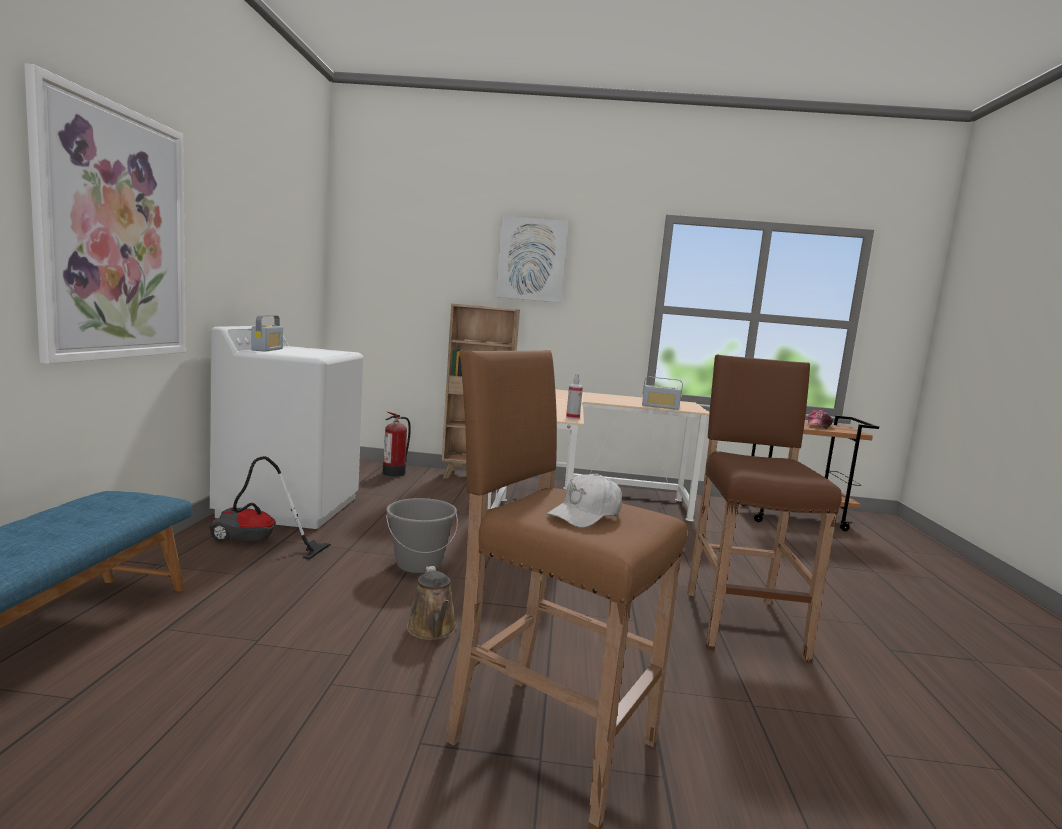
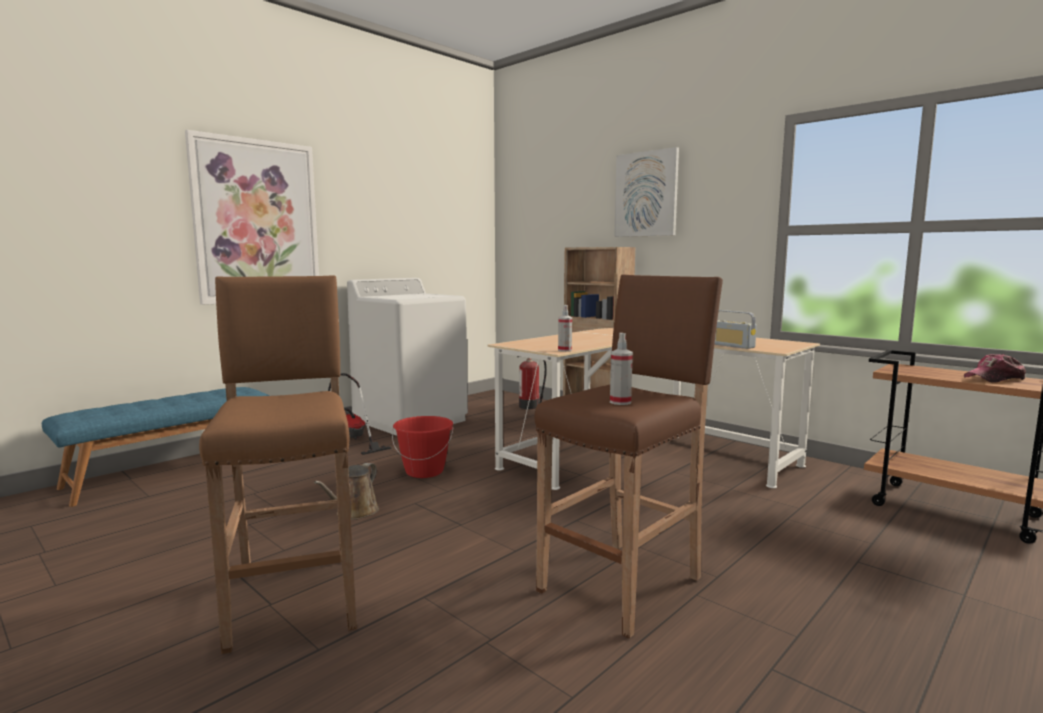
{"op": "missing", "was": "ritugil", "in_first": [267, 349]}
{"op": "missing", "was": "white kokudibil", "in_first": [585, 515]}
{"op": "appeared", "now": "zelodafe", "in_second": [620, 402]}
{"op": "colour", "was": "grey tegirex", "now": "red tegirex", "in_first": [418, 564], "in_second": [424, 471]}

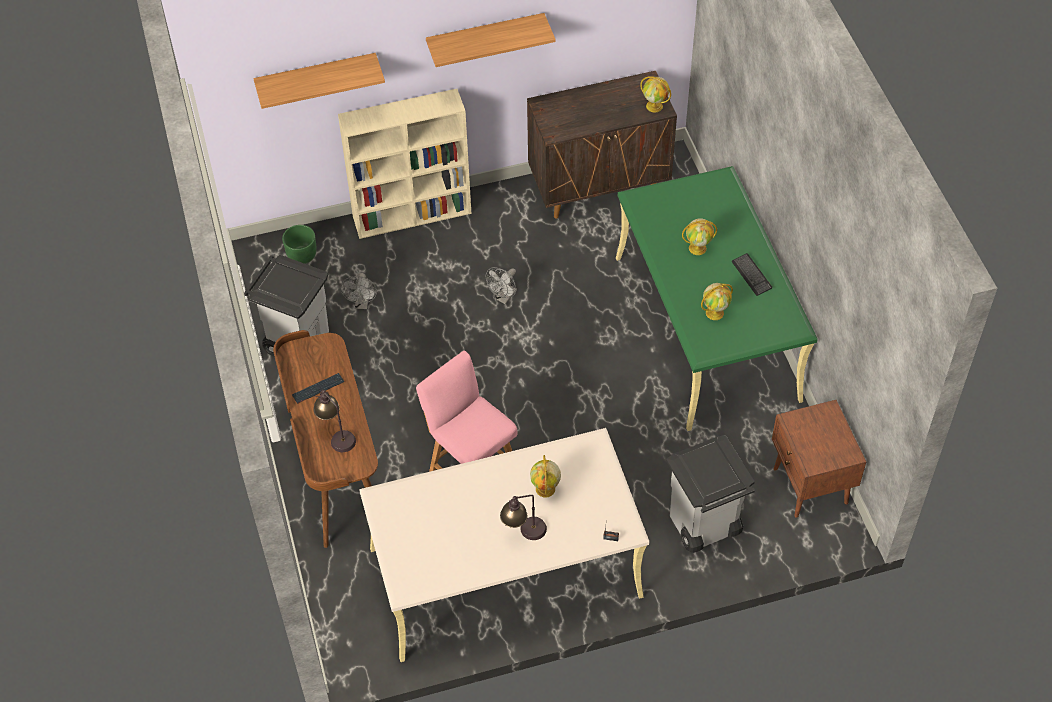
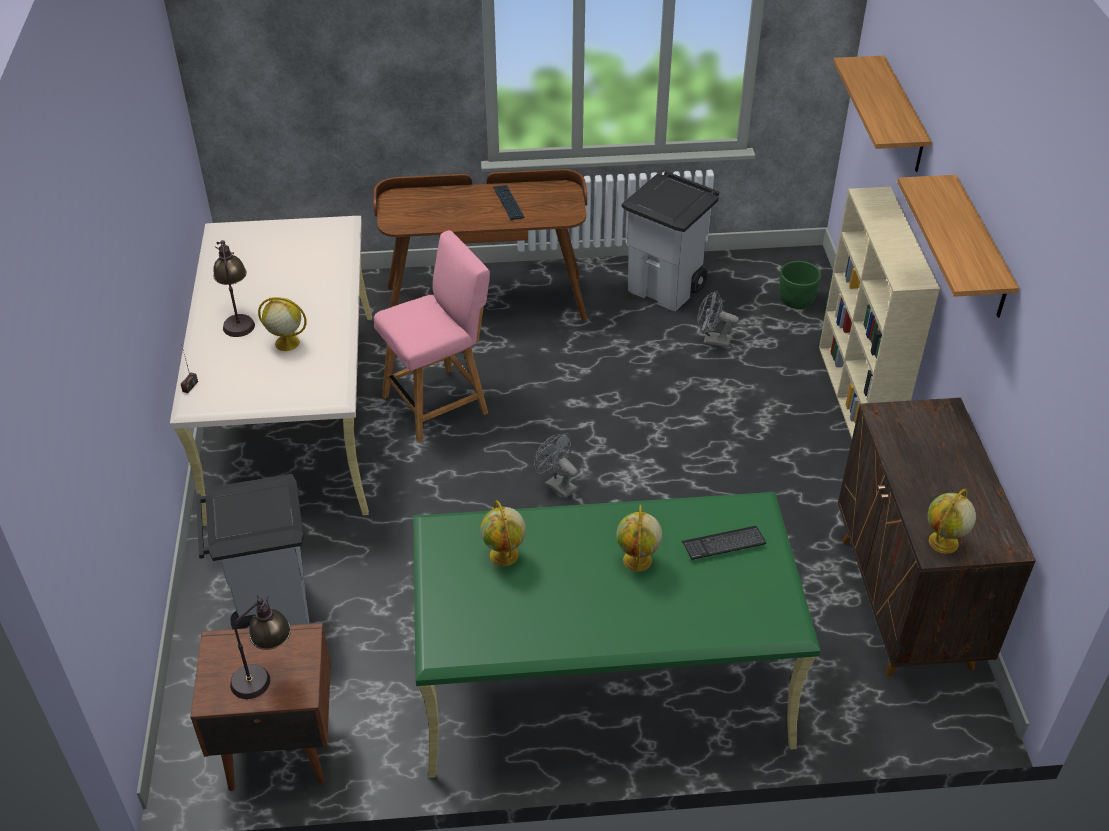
{"op": "relocated", "was": "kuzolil", "in_first": [336, 436], "in_second": [264, 675]}
{"op": "relocated", "was": "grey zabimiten", "in_first": [504, 298], "in_second": [556, 484]}
{"op": "relocated", "was": "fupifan", "in_first": [751, 275], "in_second": [723, 544]}

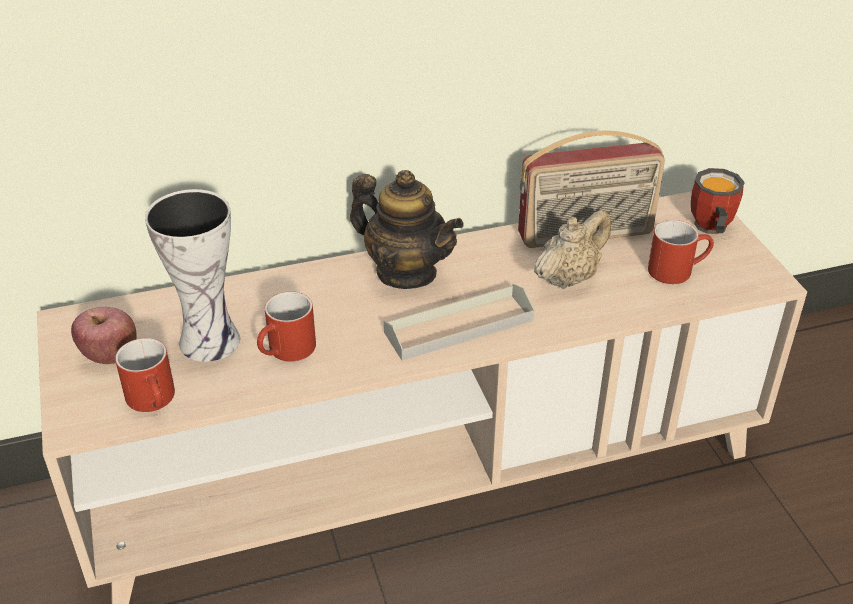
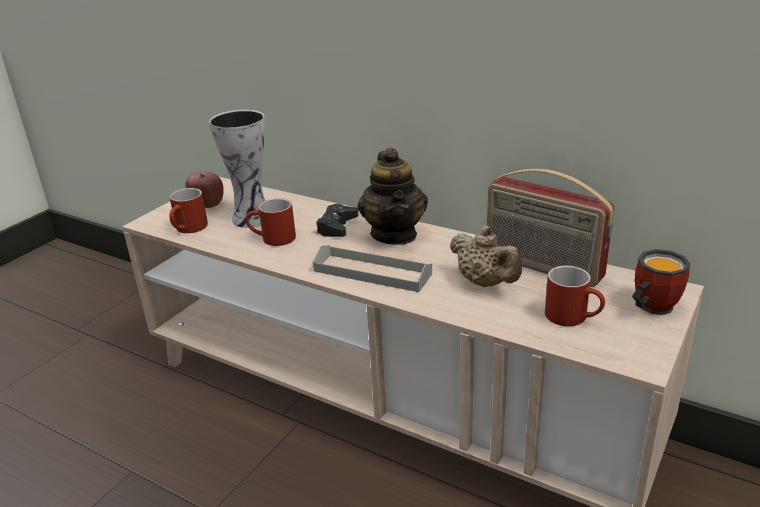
{"op": "appeared", "now": "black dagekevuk", "in_second": [337, 227]}
{"op": "spun", "was": "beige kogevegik", "in_first": [569, 278], "in_second": [485, 283], "clockwise": 45}

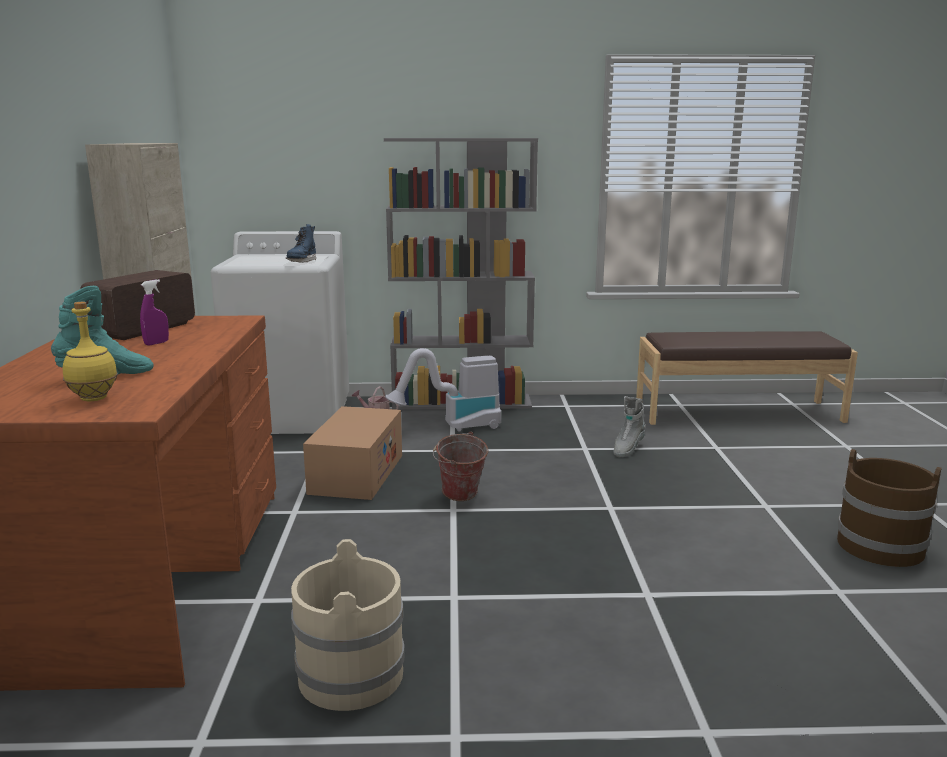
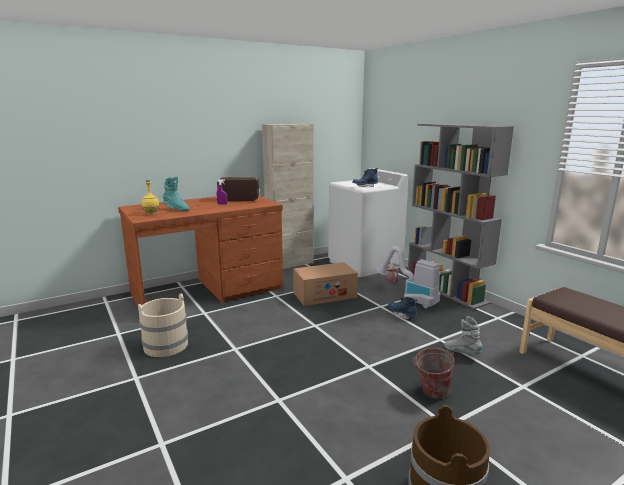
{"op": "appeared", "now": "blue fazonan", "in_second": [401, 315]}
{"op": "relocated", "was": "tegirex", "in_first": [460, 498], "in_second": [431, 393]}
{"op": "spun", "was": "grey fazonan", "in_first": [627, 449], "in_second": [462, 353], "clockwise": 45}

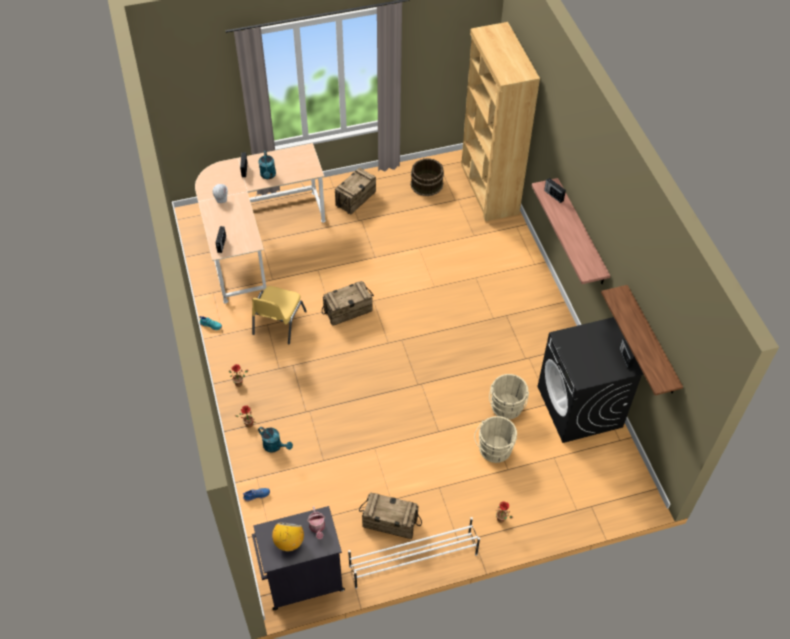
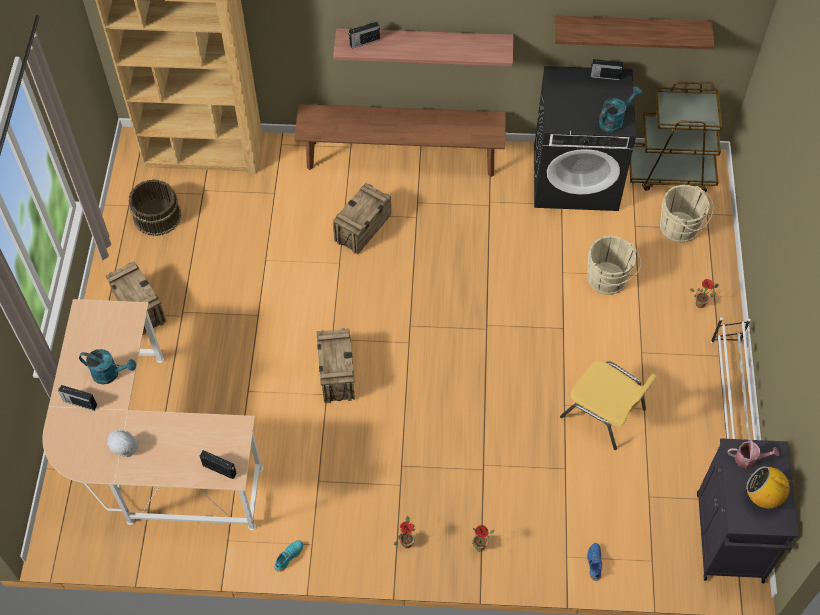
{"op": "appeared", "now": "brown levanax", "in_second": [401, 158]}
{"op": "appeared", "now": "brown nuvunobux", "in_second": [671, 171]}
{"op": "relocated", "was": "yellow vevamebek", "in_first": [278, 323], "in_second": [604, 413]}
{"op": "relocated", "was": "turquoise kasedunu", "in_first": [275, 446], "in_second": [614, 120]}
{"op": "relocated", "was": "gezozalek", "in_first": [390, 523], "in_second": [363, 228]}
{"op": "relocated", "was": "beige tegirex", "in_first": [506, 408], "in_second": [681, 229]}

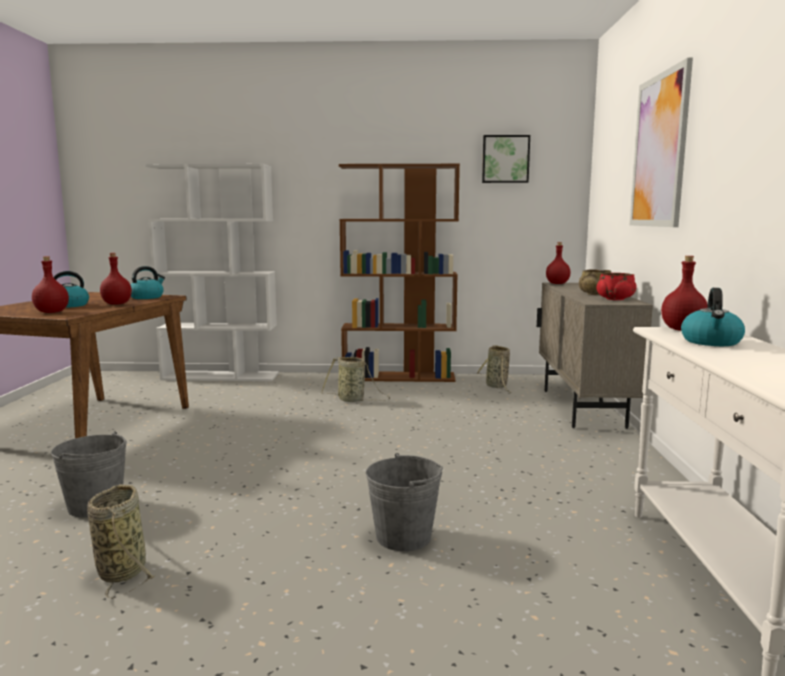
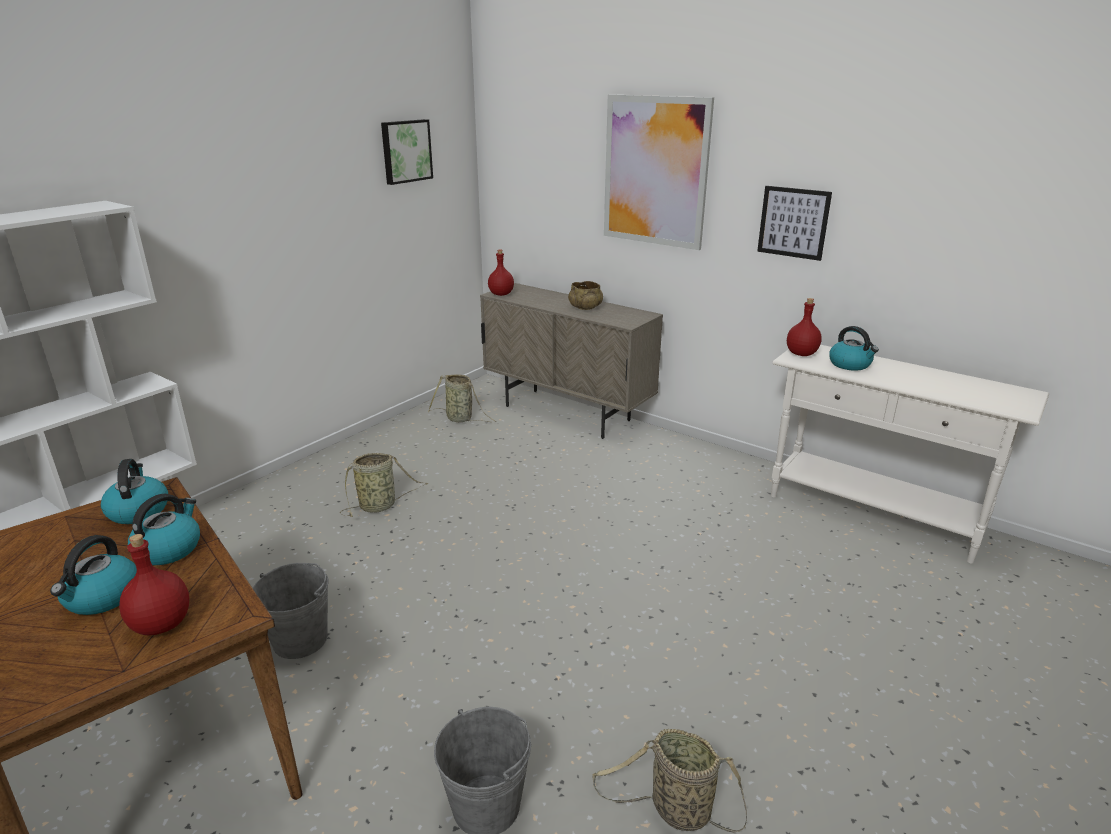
{"op": "missing", "was": "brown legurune", "in_first": [399, 377]}
{"op": "missing", "was": "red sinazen", "in_first": [615, 299]}
{"op": "appeared", "now": "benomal", "in_second": [793, 222]}
{"op": "relocated", "was": "grey tegirex", "in_first": [403, 537], "in_second": [300, 639]}
{"op": "exchanged", "was": "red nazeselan", "now": "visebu", "in_first": [116, 304], "in_second": [169, 549]}

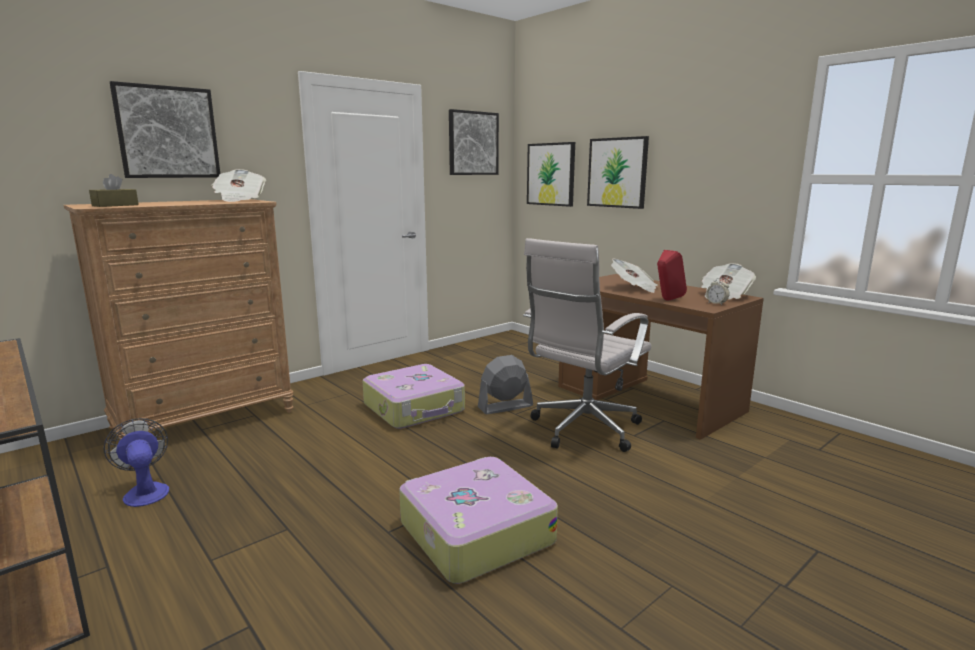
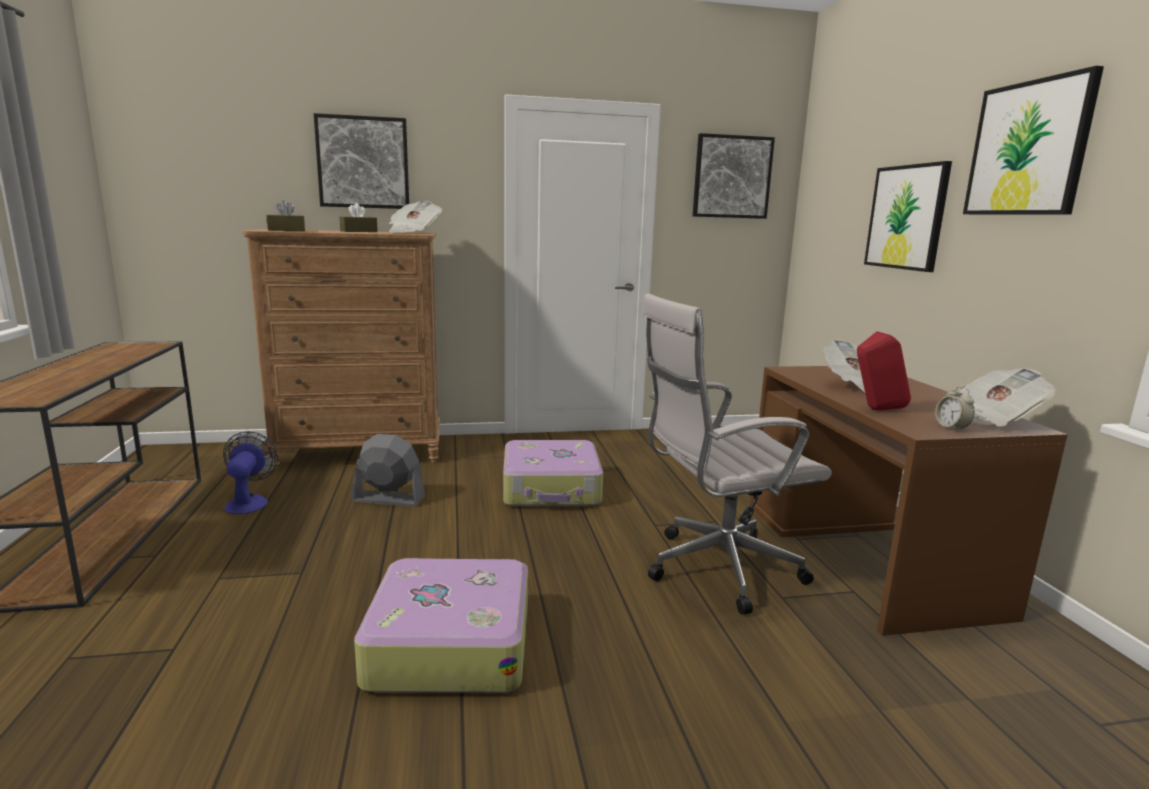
{"op": "appeared", "now": "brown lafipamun", "in_second": [359, 231]}
{"op": "relocated", "was": "grey zabimiten", "in_first": [505, 407], "in_second": [388, 499]}
{"op": "relocated", "was": "benomal", "in_first": [551, 174], "in_second": [1028, 148]}

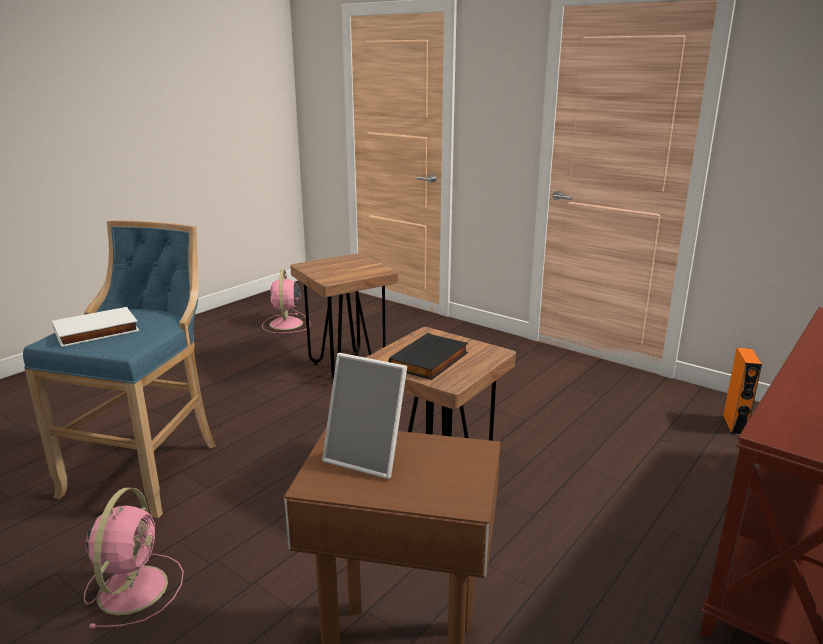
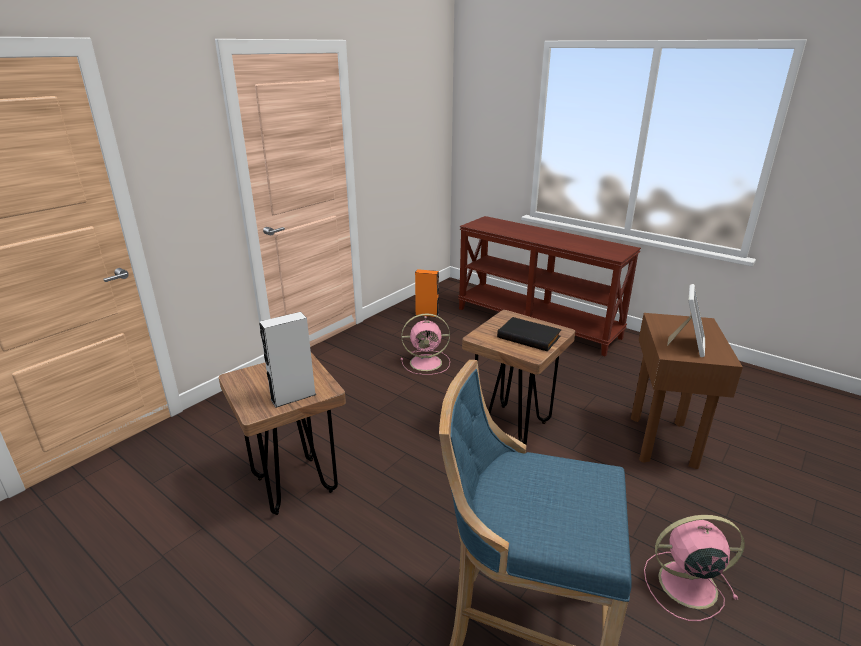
{"op": "missing", "was": "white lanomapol", "in_first": [96, 332]}
{"op": "appeared", "now": "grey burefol", "in_second": [293, 397]}
{"op": "relocated", "was": "pink zabimiten", "in_first": [286, 324], "in_second": [427, 362]}

